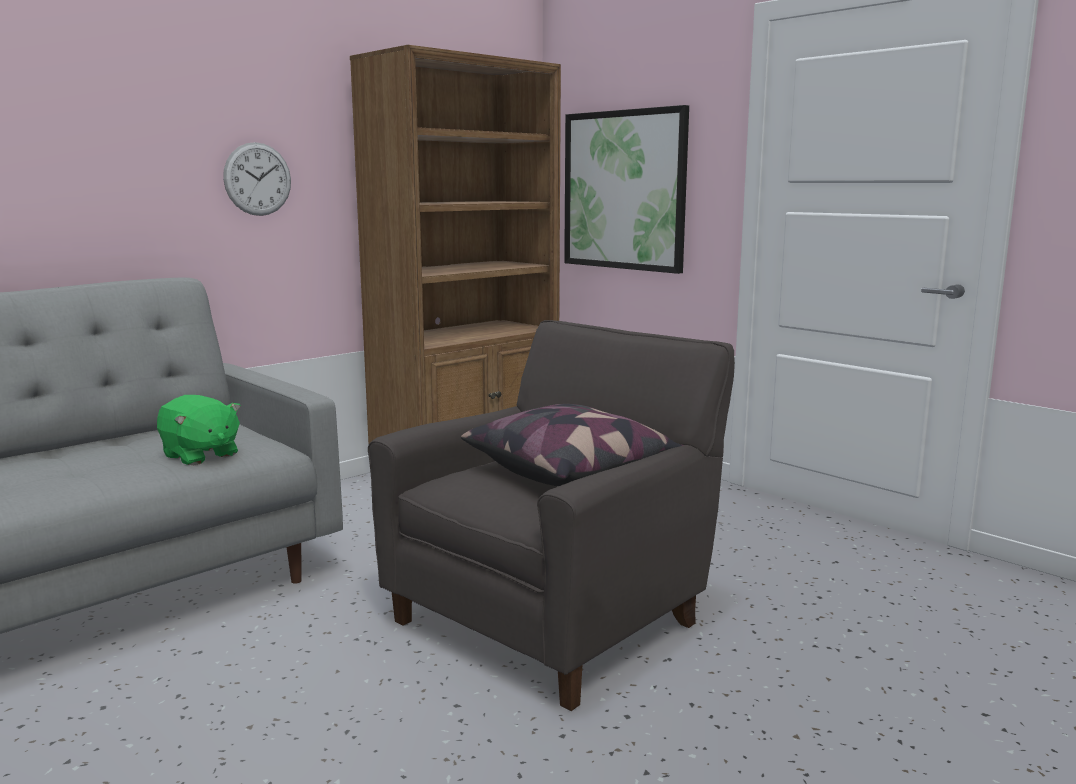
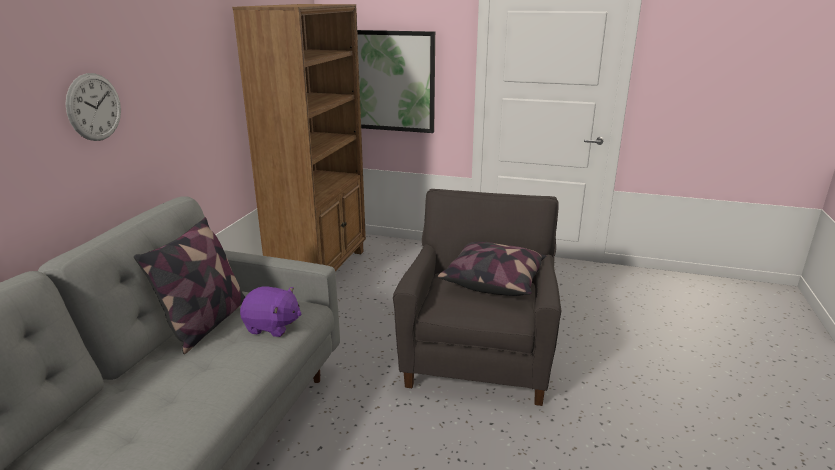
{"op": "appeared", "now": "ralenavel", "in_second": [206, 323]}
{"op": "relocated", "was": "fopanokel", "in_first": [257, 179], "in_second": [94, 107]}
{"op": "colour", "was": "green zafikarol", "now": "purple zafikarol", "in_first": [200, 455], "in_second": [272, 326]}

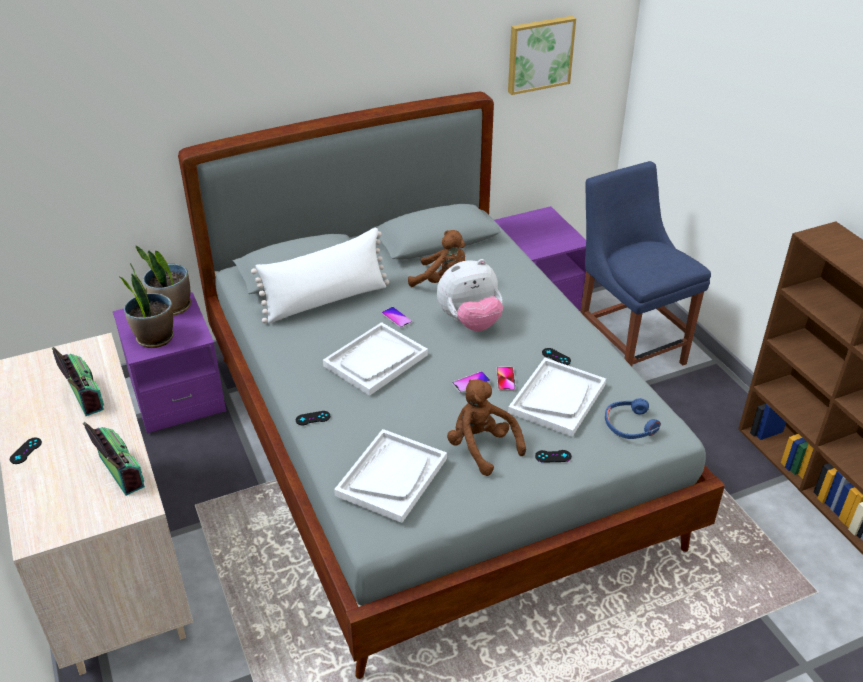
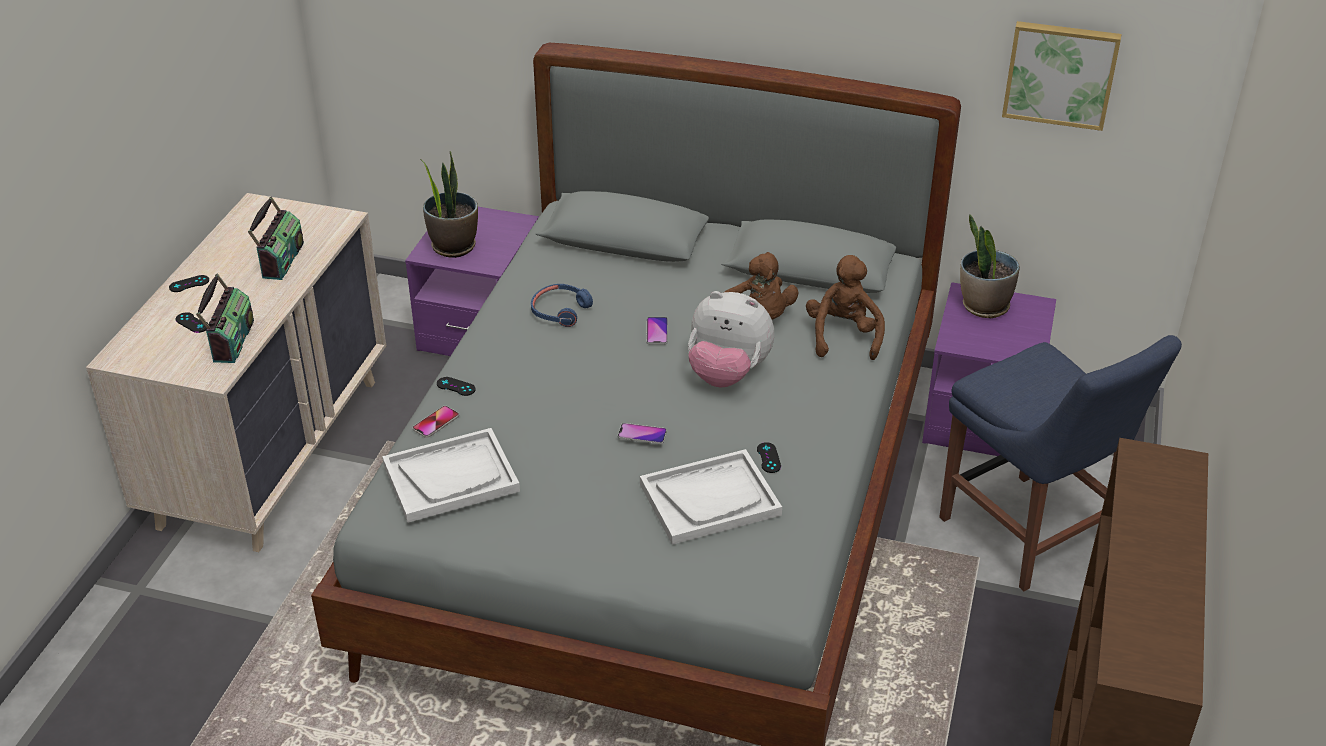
{"op": "missing", "was": "white ralenavel", "in_first": [326, 301]}
{"op": "missing", "was": "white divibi", "in_first": [375, 361]}
{"op": "relocated", "was": "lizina", "in_first": [172, 307], "in_second": [983, 306]}
{"op": "relocated", "was": "brown zafikarol", "in_first": [481, 447], "in_second": [843, 336]}
{"op": "relocated", "was": "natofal", "in_first": [505, 379], "in_second": [436, 422]}
{"op": "relocated", "was": "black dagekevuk", "in_first": [553, 456], "in_second": [192, 323]}
{"op": "relocated", "was": "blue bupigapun", "in_first": [629, 425], "in_second": [560, 311]}
{"op": "spun", "was": "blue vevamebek", "in_first": [627, 349], "in_second": [1029, 537], "clockwise": 135}

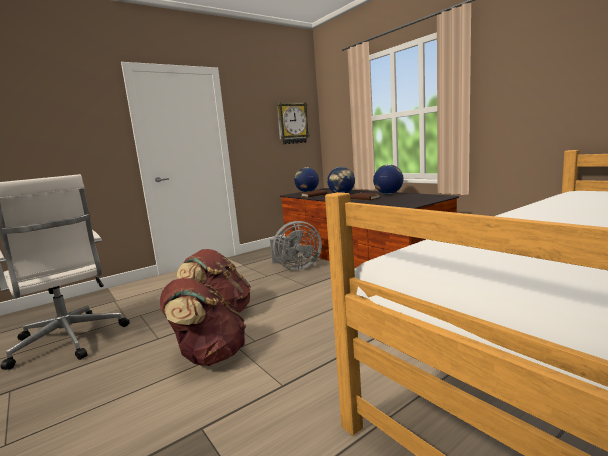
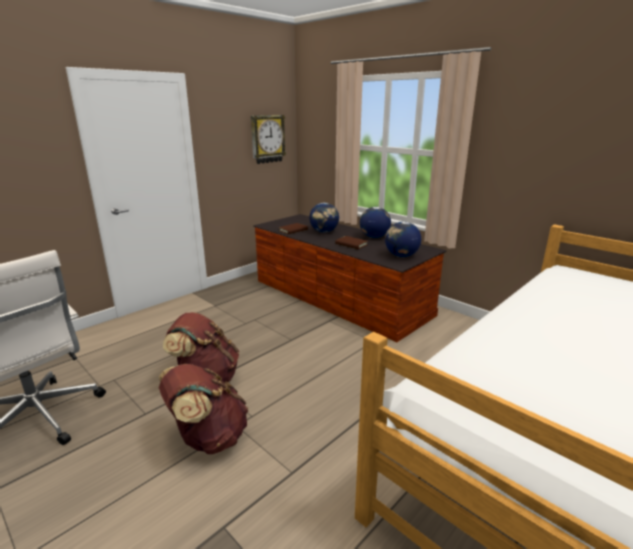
{"op": "missing", "was": "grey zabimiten", "in_first": [296, 267]}
{"op": "relocated", "was": "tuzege", "in_first": [307, 192], "in_second": [401, 256]}

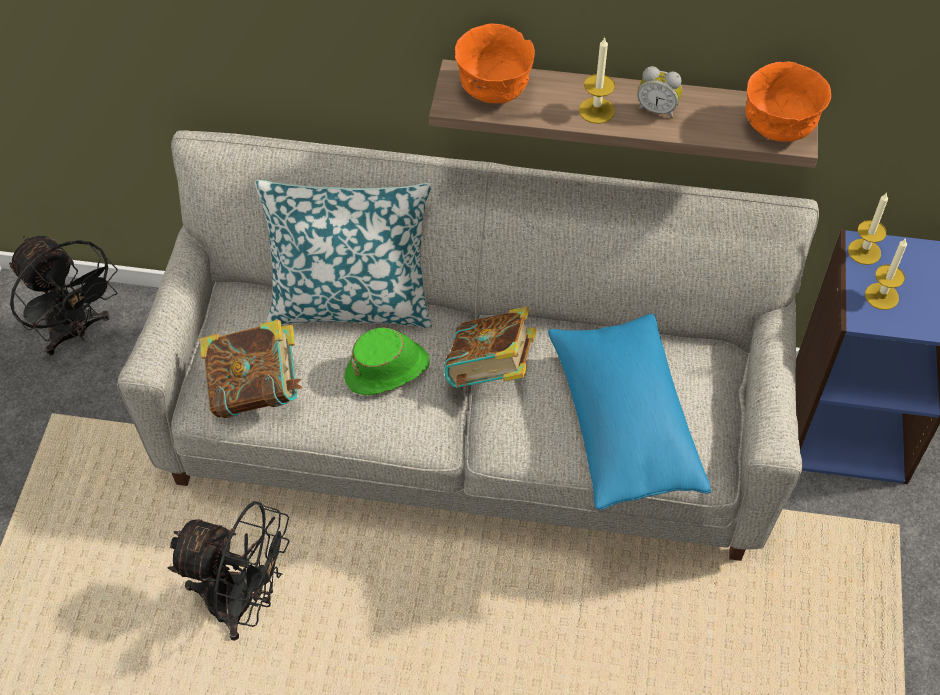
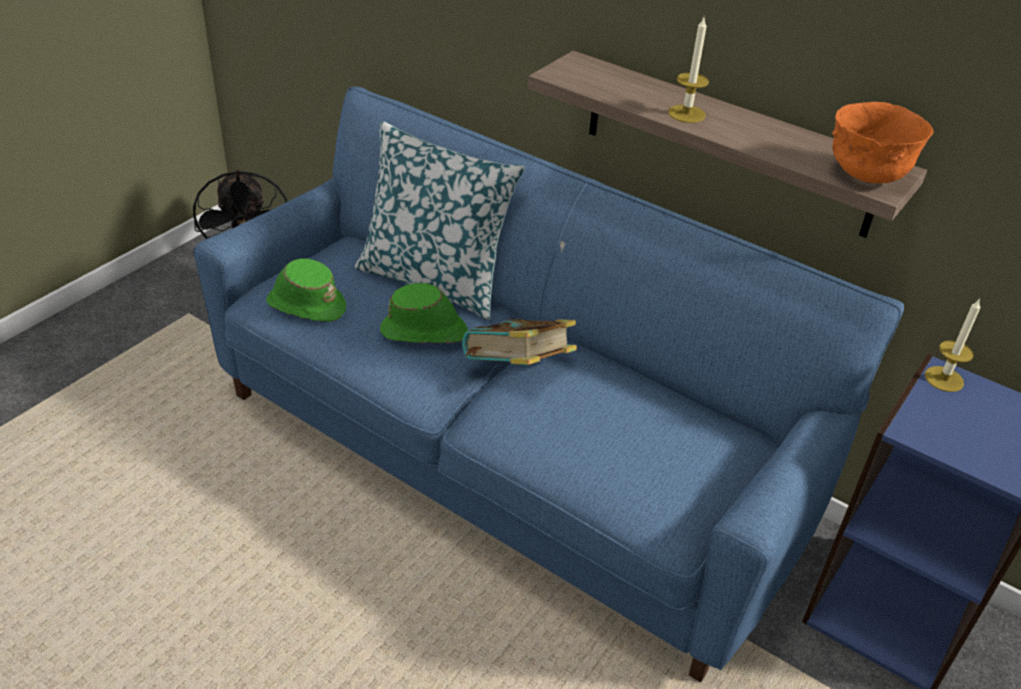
{"op": "missing", "was": "black zabimiten", "in_first": [243, 602]}
{"op": "missing", "was": "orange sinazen", "in_first": [493, 91]}
{"op": "missing", "was": "blue ralenavel", "in_first": [623, 424]}
{"op": "missing", "was": "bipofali", "in_first": [657, 109]}
{"op": "missing", "was": "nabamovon", "in_first": [881, 296]}
{"op": "exchanged", "was": "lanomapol", "now": "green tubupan", "in_first": [256, 390], "in_second": [306, 304]}
{"op": "colour", "was": "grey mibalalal", "now": "blue mibalalal", "in_first": [470, 434], "in_second": [504, 461]}

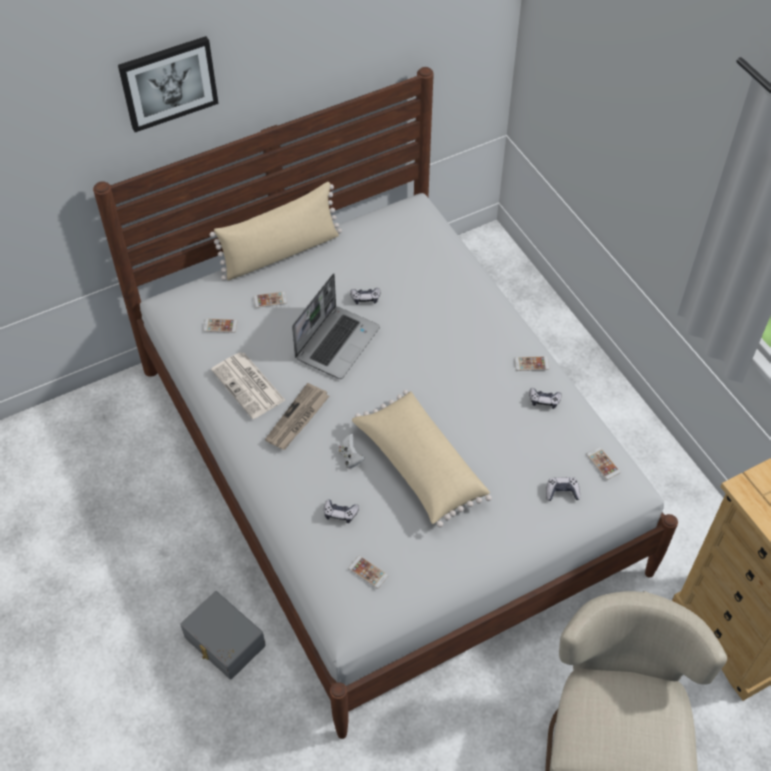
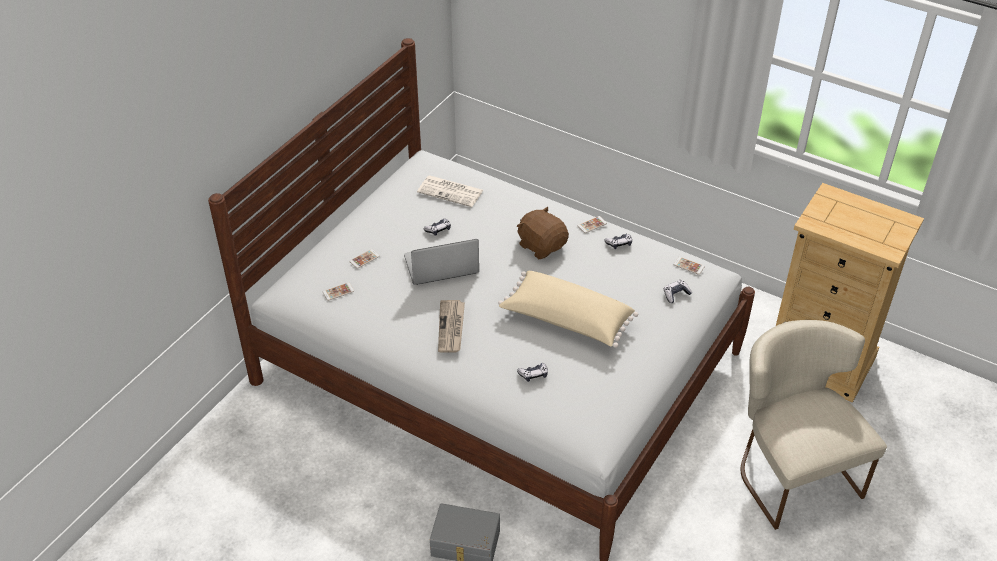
{"op": "missing", "was": "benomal", "in_first": [168, 82]}
{"op": "missing", "was": "beige ralenavel", "in_first": [281, 252]}
{"op": "missing", "was": "white dagekevuk", "in_first": [350, 457]}
{"op": "missing", "was": "natofal", "in_first": [368, 572]}
{"op": "appeared", "now": "brown zafikarol", "in_second": [542, 246]}
{"op": "relocated", "was": "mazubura", "in_first": [249, 386], "in_second": [451, 191]}
{"op": "spun", "was": "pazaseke", "in_first": [337, 342], "in_second": [440, 266], "clockwise": -105}

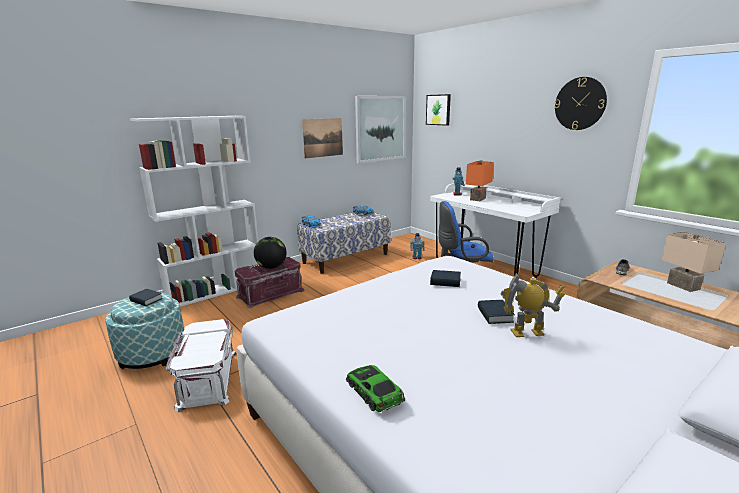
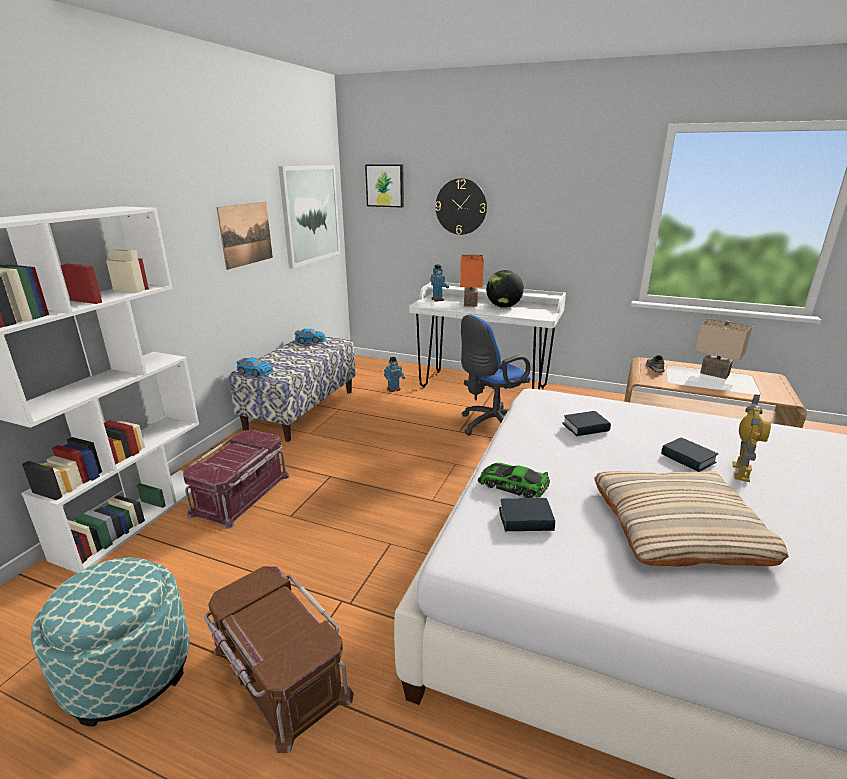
{"op": "appeared", "now": "beige ralenavel", "in_second": [677, 525]}
{"op": "relocated", "was": "lanomapol", "in_first": [146, 300], "in_second": [526, 520]}
{"op": "relocated", "was": "tuzege", "in_first": [271, 267], "in_second": [503, 307]}
{"op": "relocated", "was": "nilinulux", "in_first": [373, 391], "in_second": [512, 485]}
{"op": "relocated", "was": "fopanokel", "in_first": [580, 103], "in_second": [461, 206]}
{"op": "colour", "was": "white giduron", "now": "brown giduron", "in_first": [207, 378], "in_second": [278, 673]}
{"op": "spun", "was": "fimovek", "in_first": [527, 333], "in_second": [741, 472], "clockwise": 150}

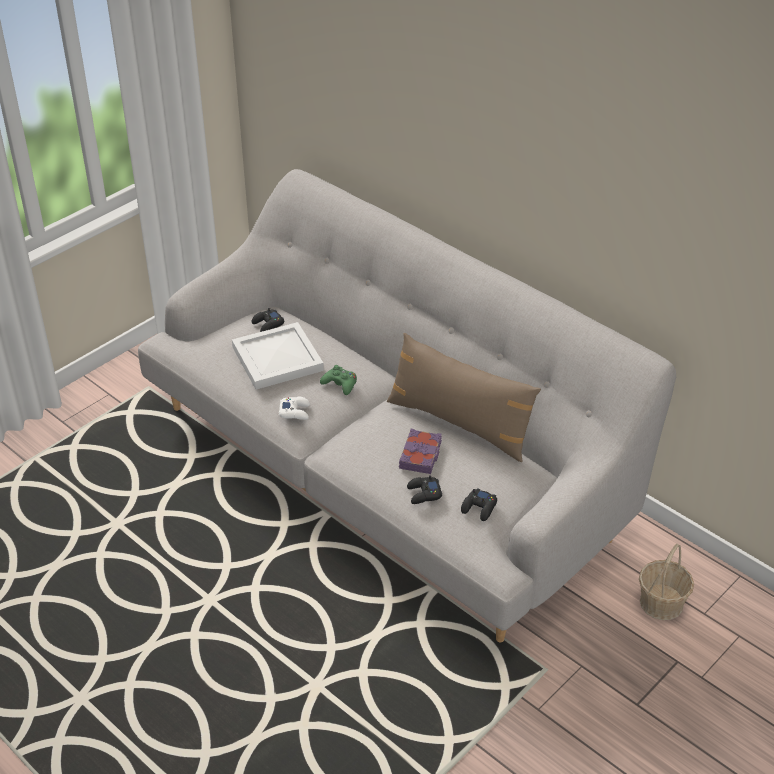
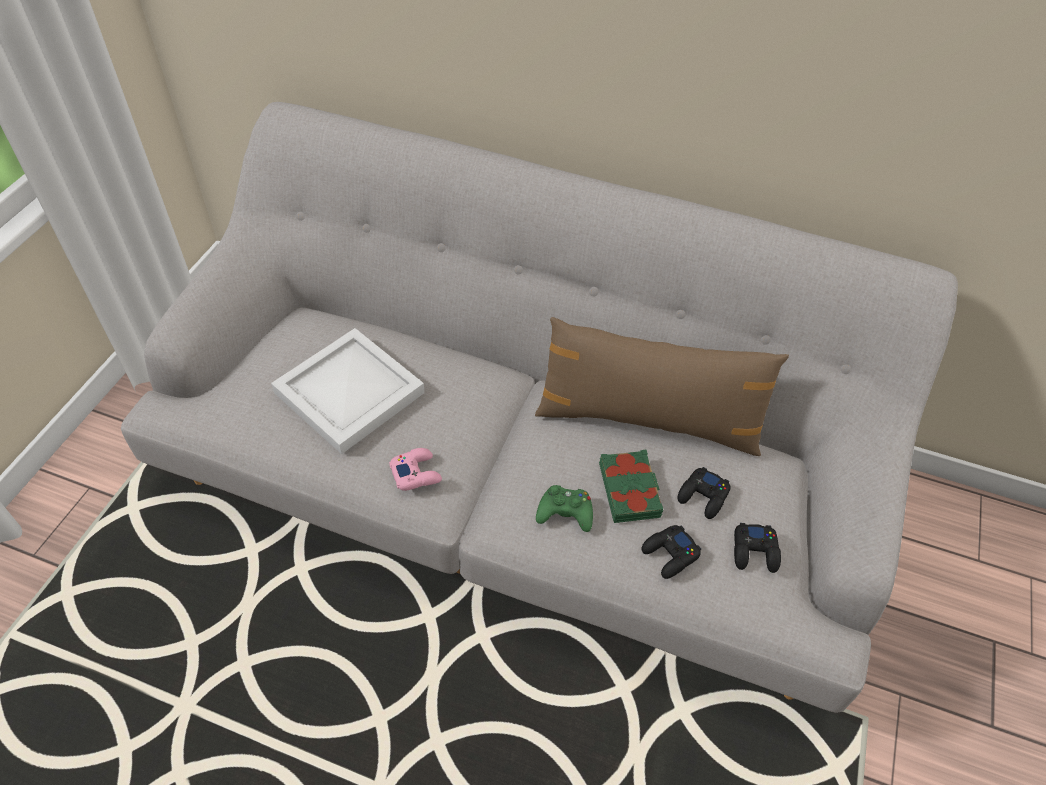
{"op": "missing", "was": "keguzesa", "in_first": [662, 603]}
{"op": "relocated", "was": "black dagekevuk", "in_first": [268, 324], "in_second": [703, 496]}
{"op": "relocated", "was": "green dagekevuk", "in_first": [340, 384], "in_second": [565, 512]}
{"op": "colour", "was": "white dagekevuk", "now": "pink dagekevuk", "in_first": [295, 411], "in_second": [416, 473]}
{"op": "colour", "was": "purple lanomapol", "now": "green lanomapol", "in_first": [421, 455], "in_second": [630, 490]}

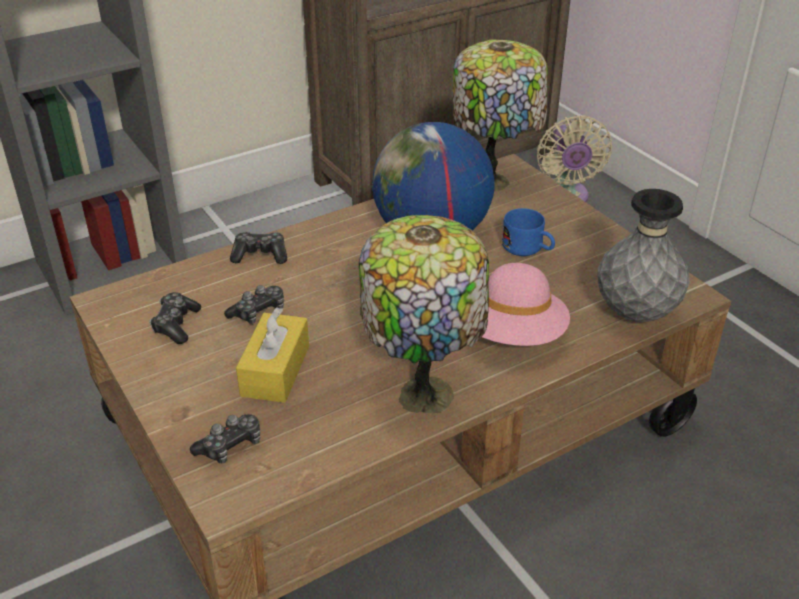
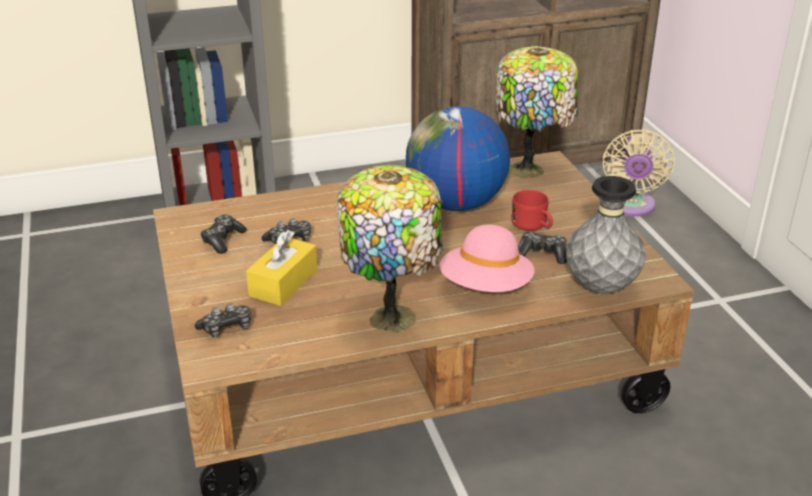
{"op": "relocated", "was": "dagekevuk", "in_first": [260, 255], "in_second": [542, 254]}
{"op": "colour", "was": "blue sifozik", "now": "red sifozik", "in_first": [528, 249], "in_second": [533, 225]}

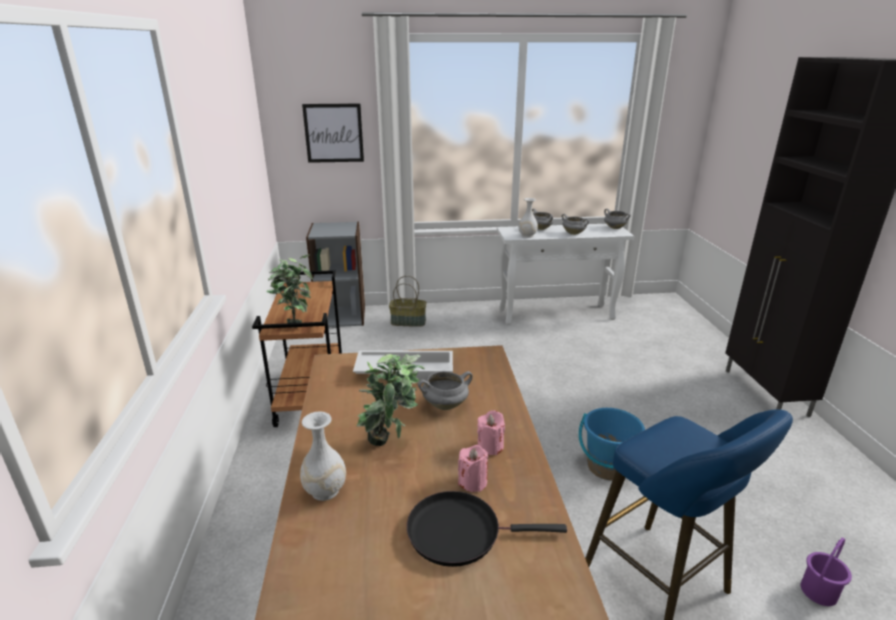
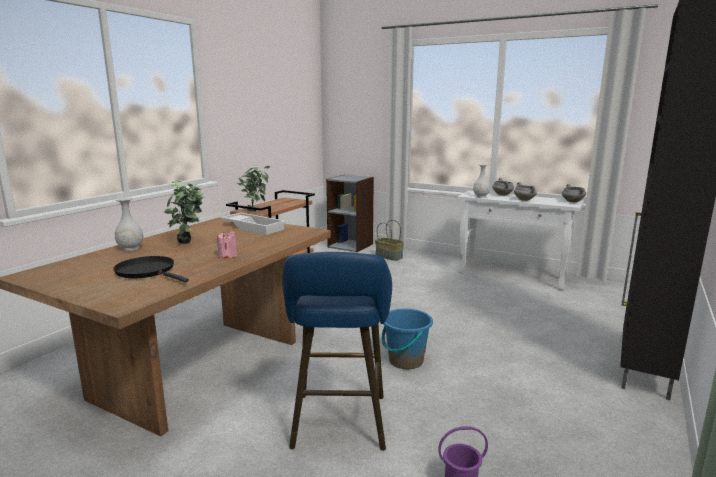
{"op": "missing", "was": "benomal", "in_first": [334, 133]}
{"op": "missing", "was": "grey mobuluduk", "in_first": [445, 405]}
{"op": "missing", "was": "pink nabamovon", "in_first": [472, 482]}

